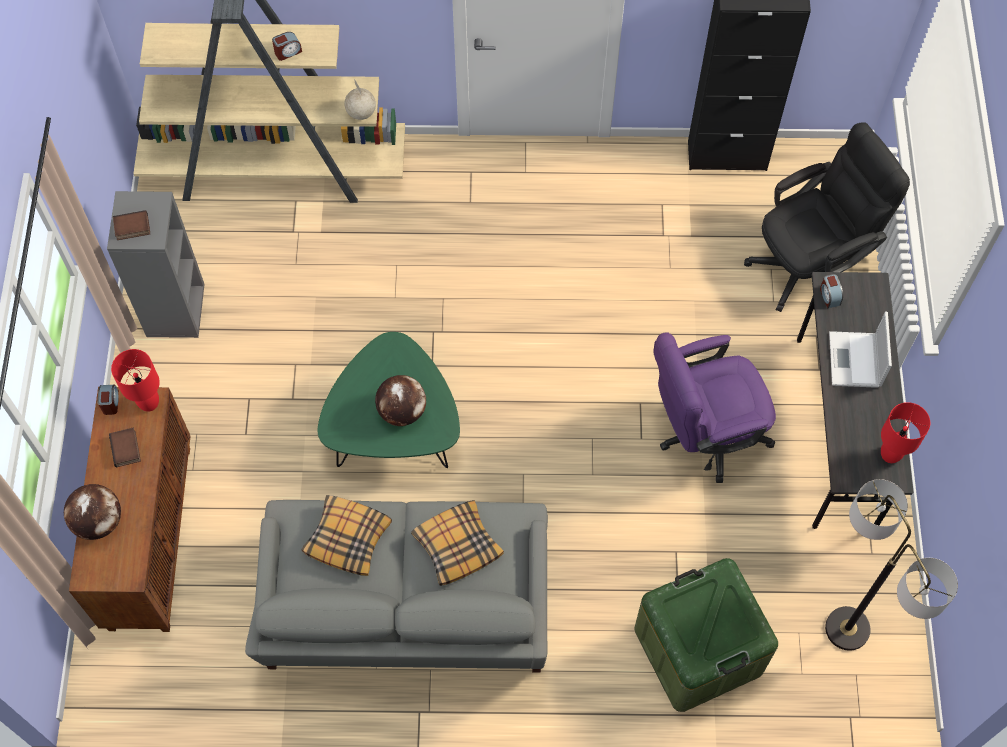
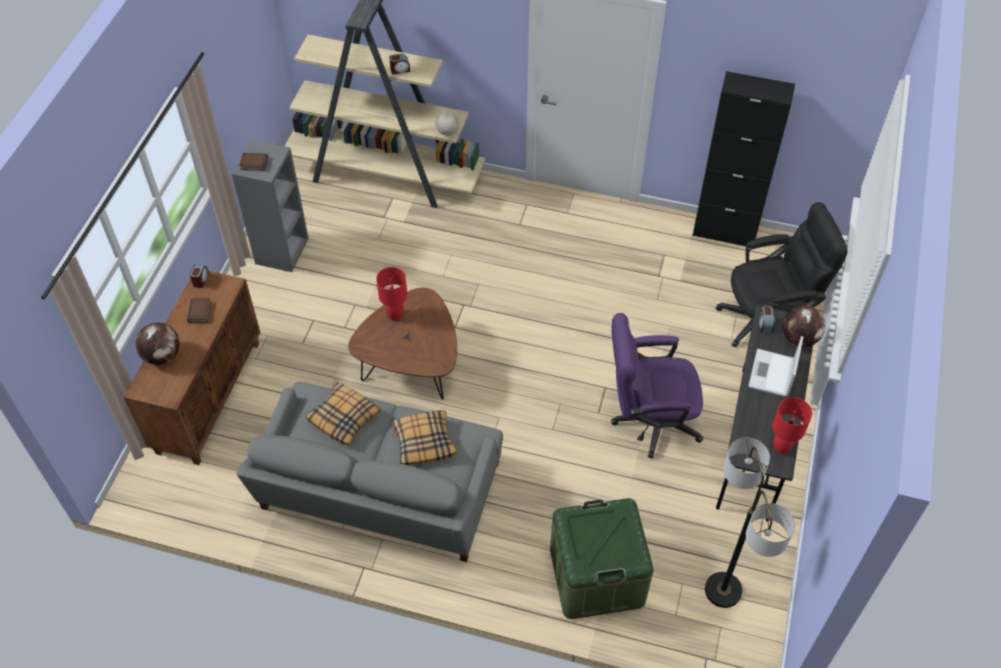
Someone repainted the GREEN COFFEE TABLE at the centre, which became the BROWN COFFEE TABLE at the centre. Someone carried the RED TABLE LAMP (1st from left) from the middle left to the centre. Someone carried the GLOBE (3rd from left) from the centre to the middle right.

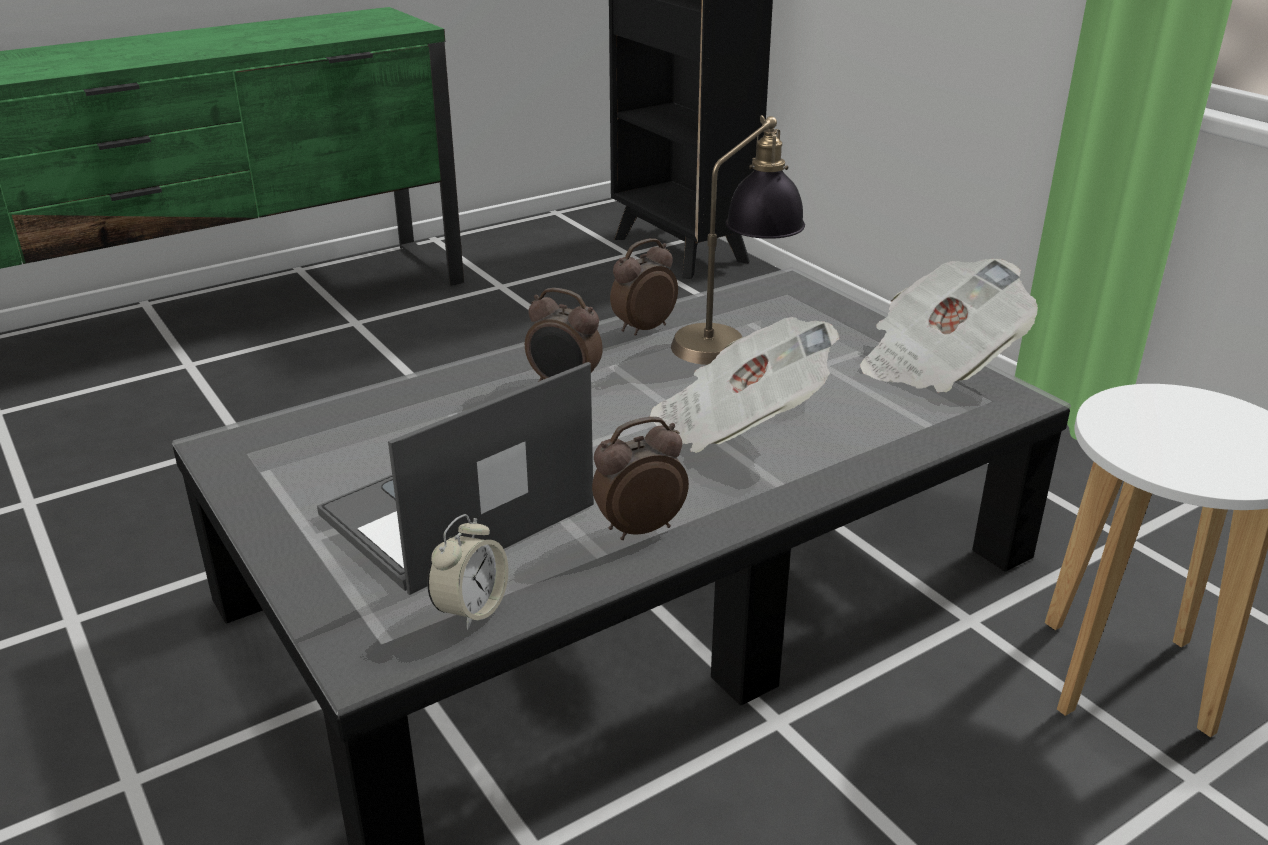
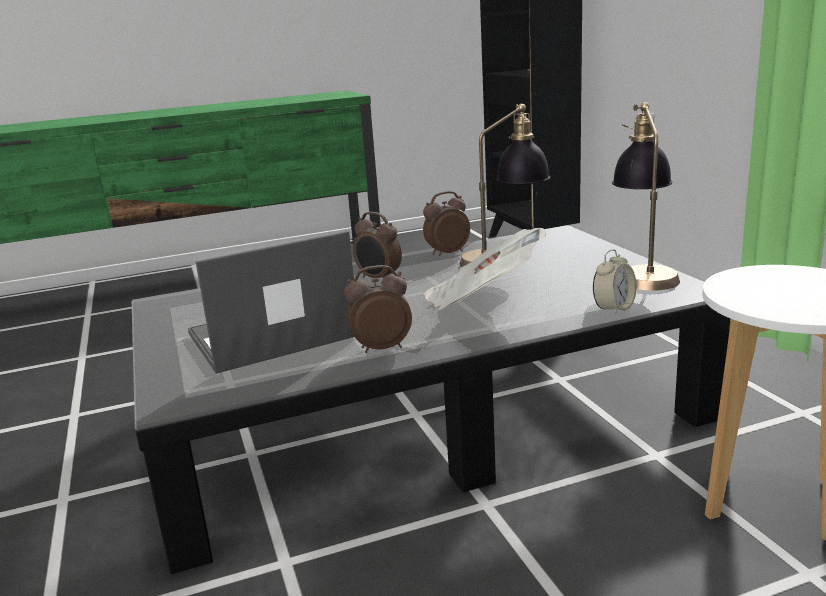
Someone swapped the NEWSPAPER (2nd from left) at the middle right for the TABLE LAMP (2nd from left) at the top right. Someone carried the ALARM CLOCK (1st from left in the first image) from the bottom centre to the middle right.

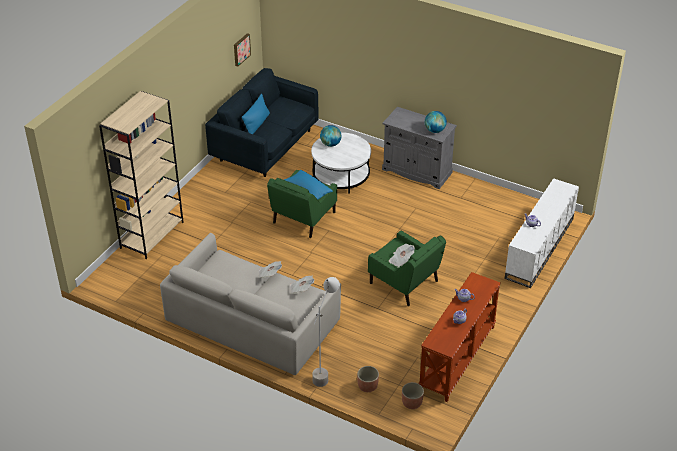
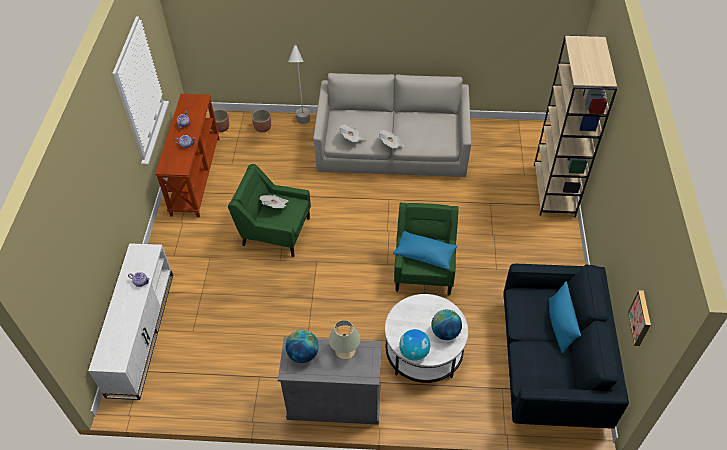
Someone put down the BEIGE TABLE LAMP at the bottom centre. Someone put down the GLOBE (2nd from left) at the bottom centre.

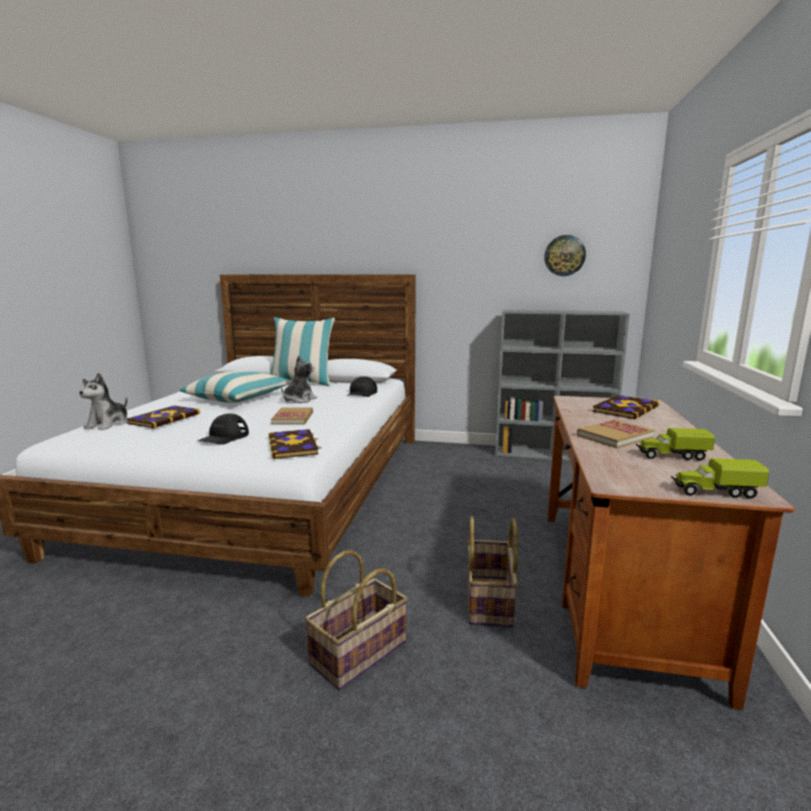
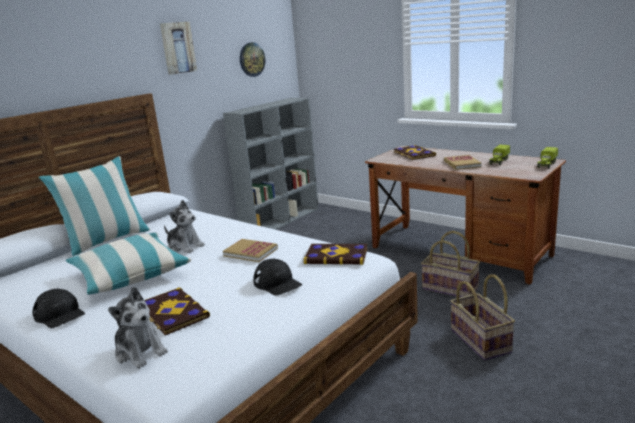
Someone rotated the PLUSH TOY (2nd from left) at the centre by 150 degrees clockwise. Someone carried the BLACK CAP (2nd from left in the first image) from the centre to the bottom left. Someone put up the PICTURE at the top left.

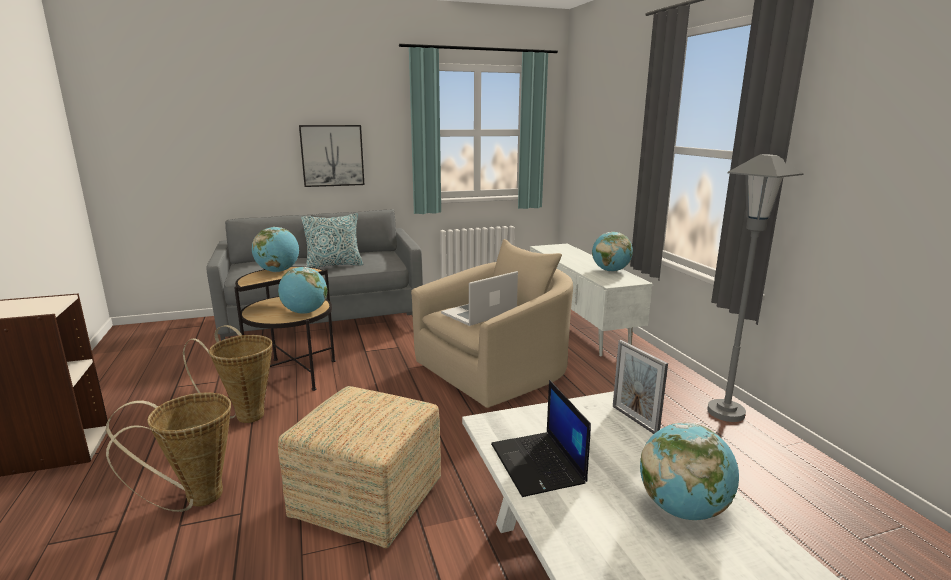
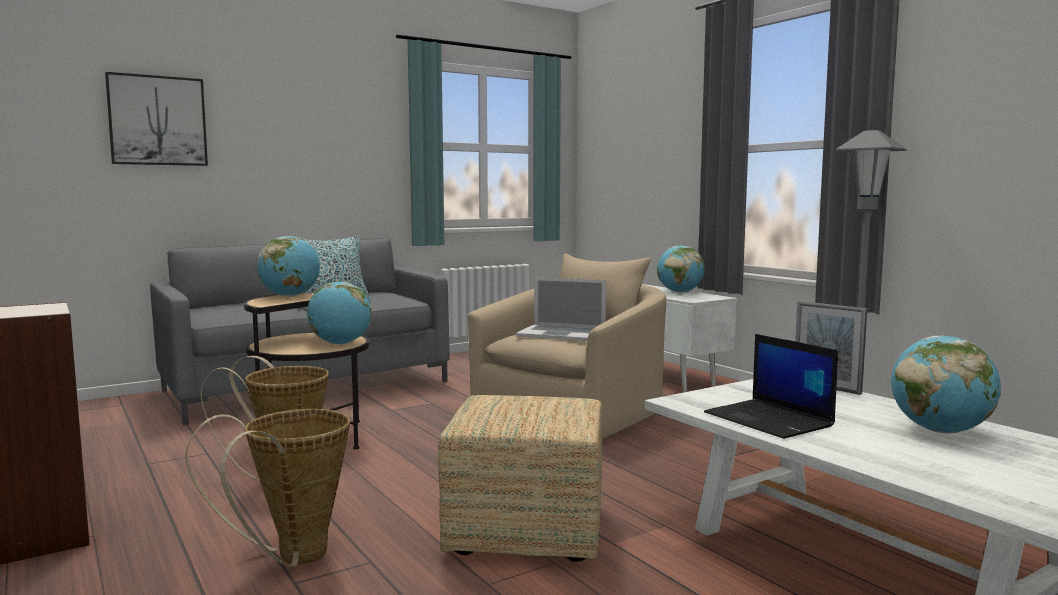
Someone carried the PICTURE from the top centre to the top left. Someone rotated the LAPTOP (1st from left) at the centre by 105 degrees counterclockwise.

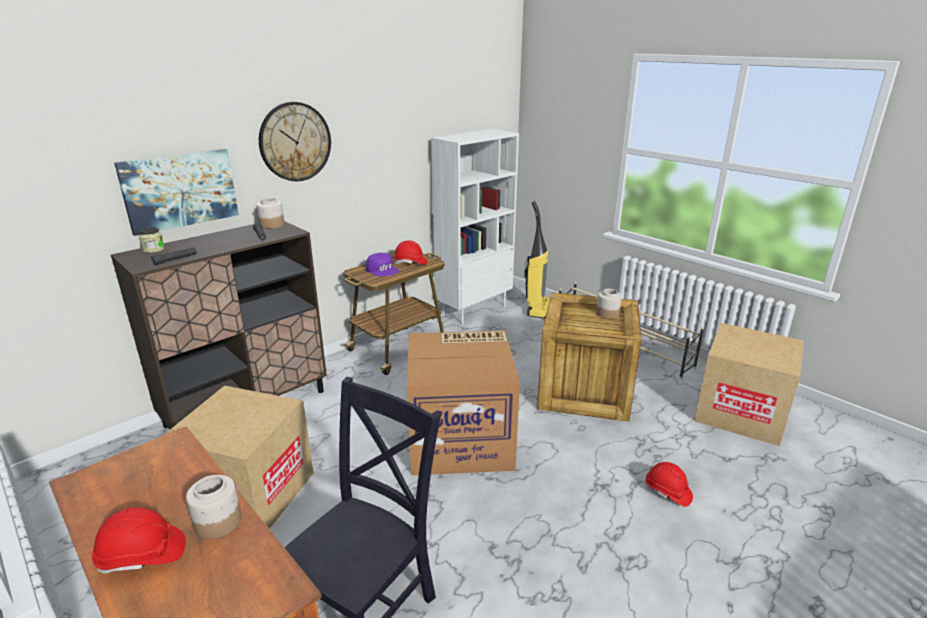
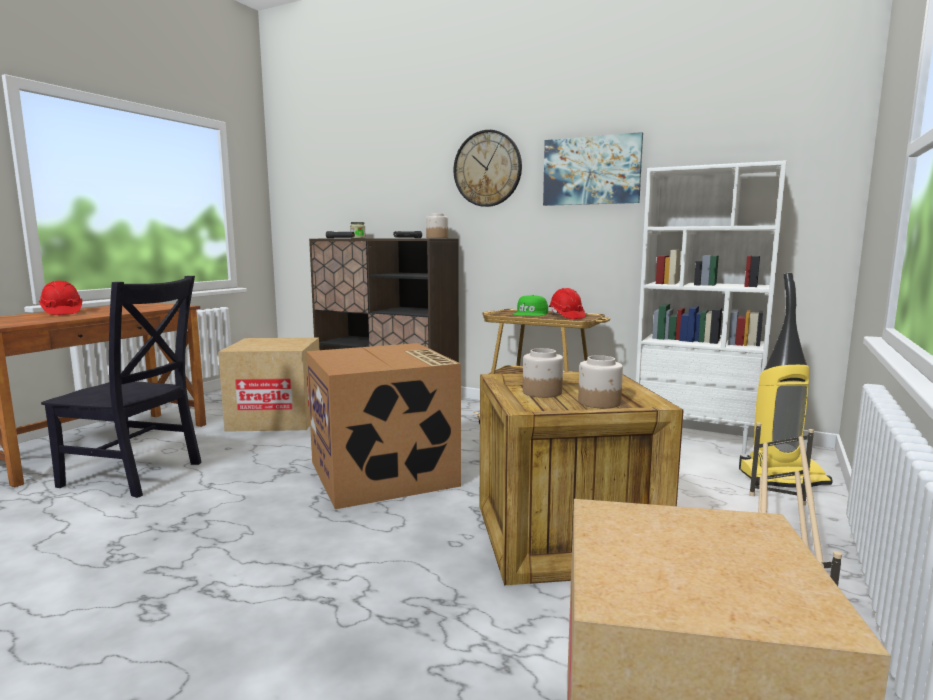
Someone carried the PICTURE from the top left to the top centre. Someone repainted the PURPLE CAP at the centre, which became the GREEN CAP at the centre. Someone took away the RED HARD HAT (3rd from left) at the bottom right. Someone carried the JAR (2nd from left in the first image) from the bottom left to the centre.

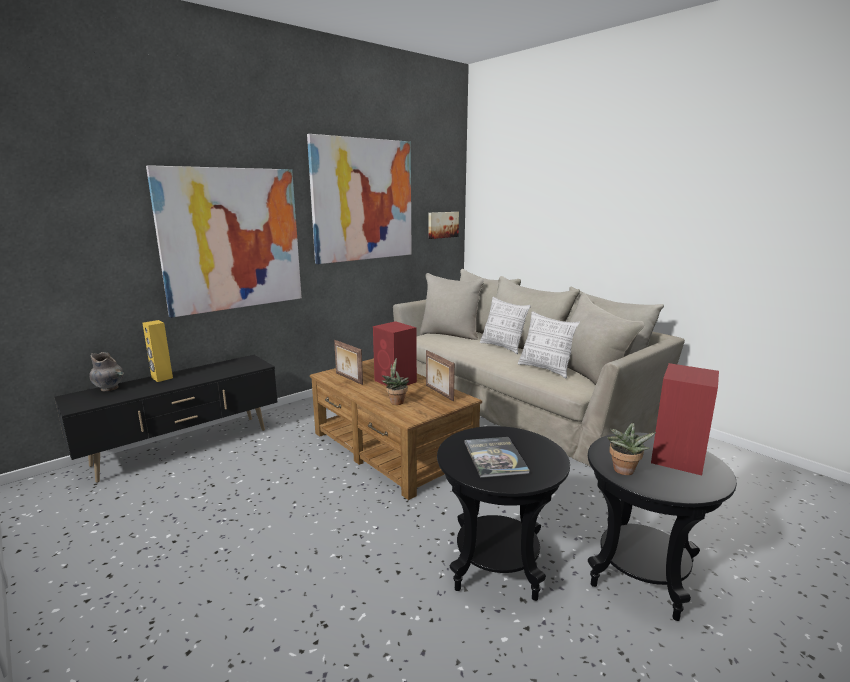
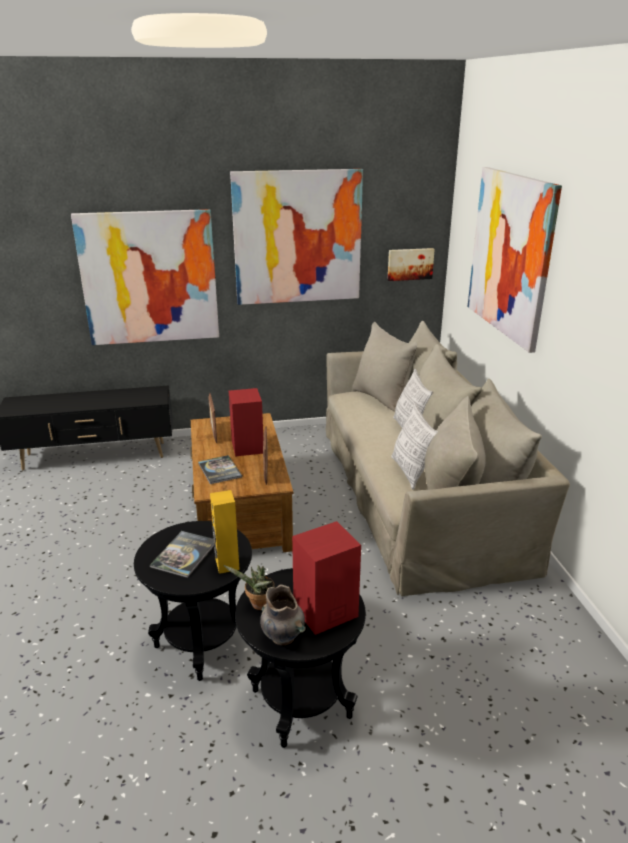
Someone carried the YELLOW SPEAKER from the middle left to the centre. Someone carried the GREY VASE from the middle left to the bottom centre. Someone swapped the POTTED PLANT (1st from left) at the centre for the BOOK (2nd from left) at the centre. Someone put up the PICTURE (4th from left) at the top right.

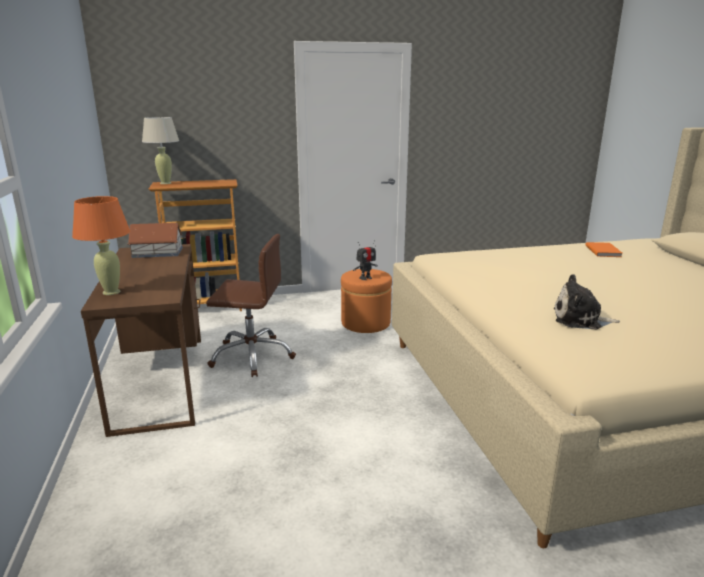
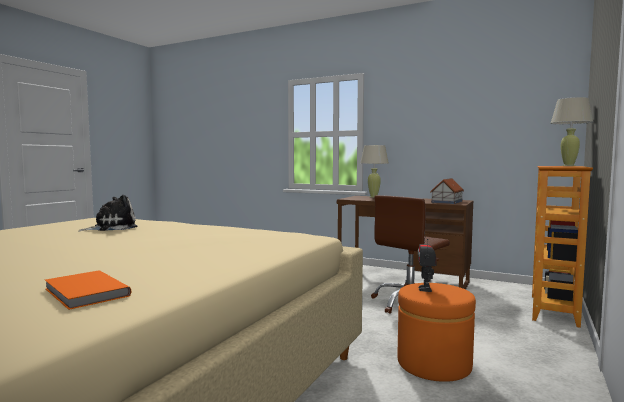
Someone repainted the ORANGE TABLE LAMP at the middle left, which became the BEIGE TABLE LAMP (1st from left) at the centre.

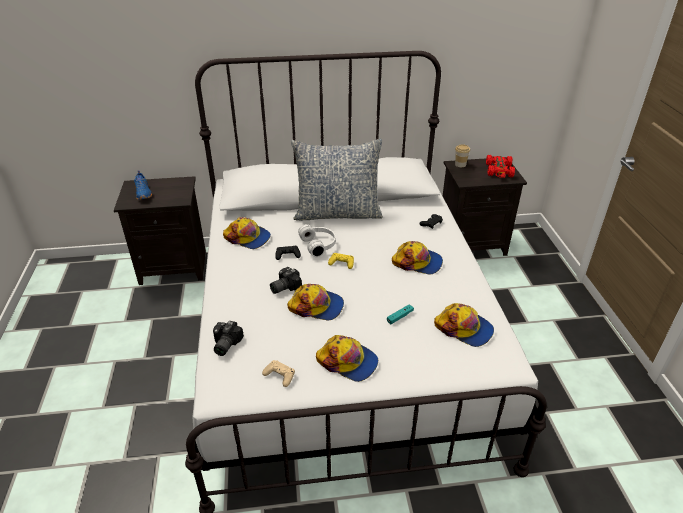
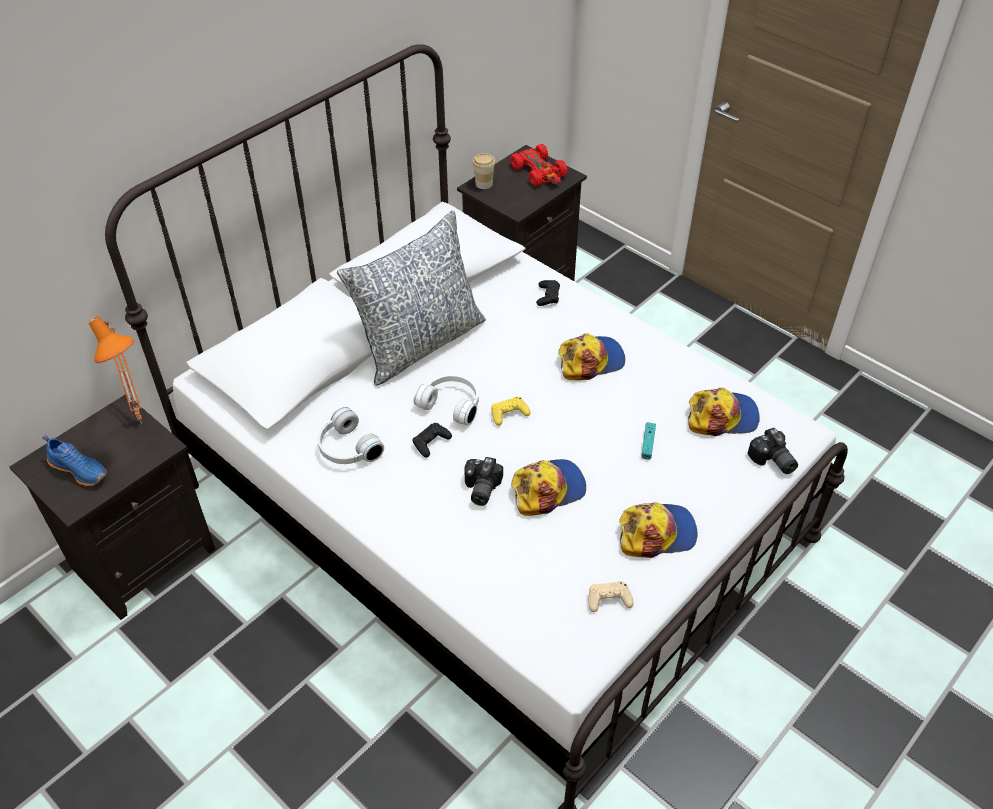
Someone swapped the CAP (1st from left) at the centre for the WHITE HEADPHONES (1st from left) at the centre. Someone carried the PHOTO CAMERA (1st from left in the first image) from the centre to the middle right. Someone put down the ORANGE TABLE LAMP at the middle left.

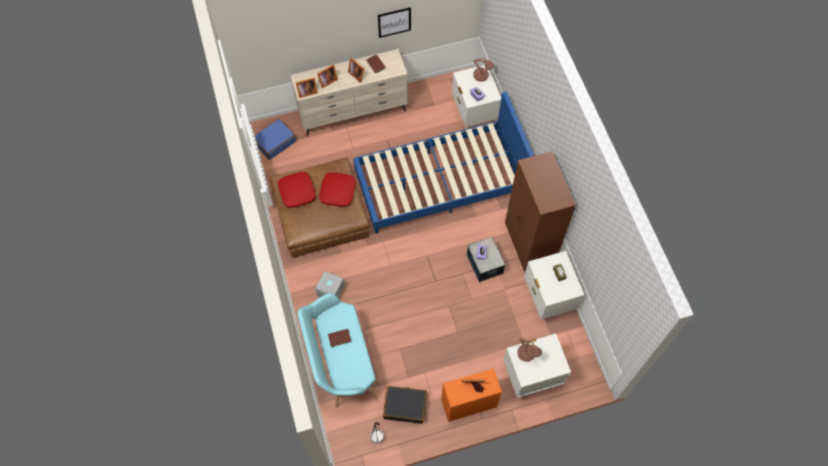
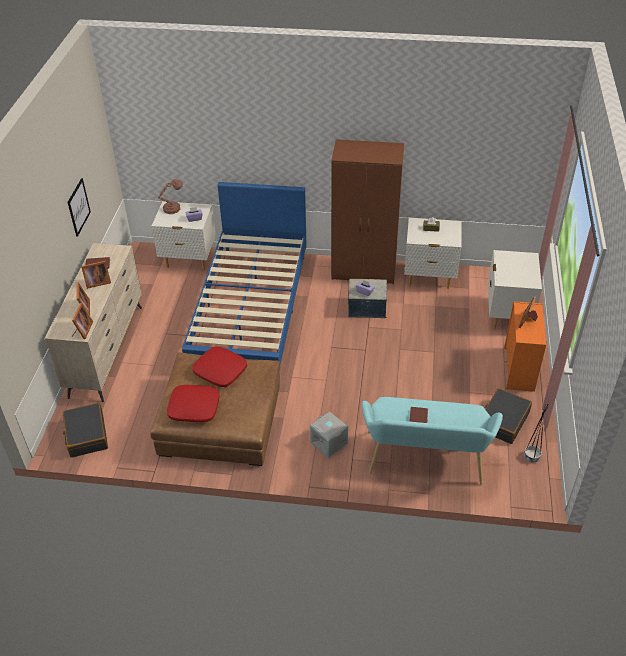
Someone repainted the BLUE SUITCASE at the top left, which became the BLACK SUITCASE (1st from left) at the middle left. Someone took away the BROWN TABLE LAMP (2nd from left) at the bottom centre.

